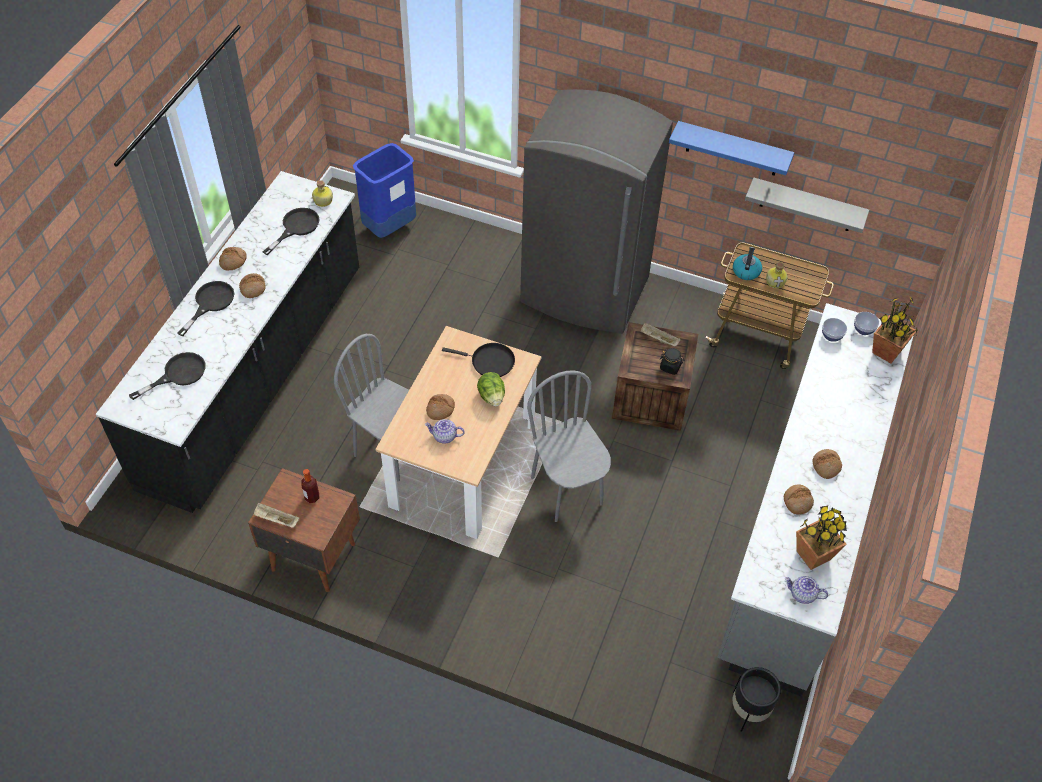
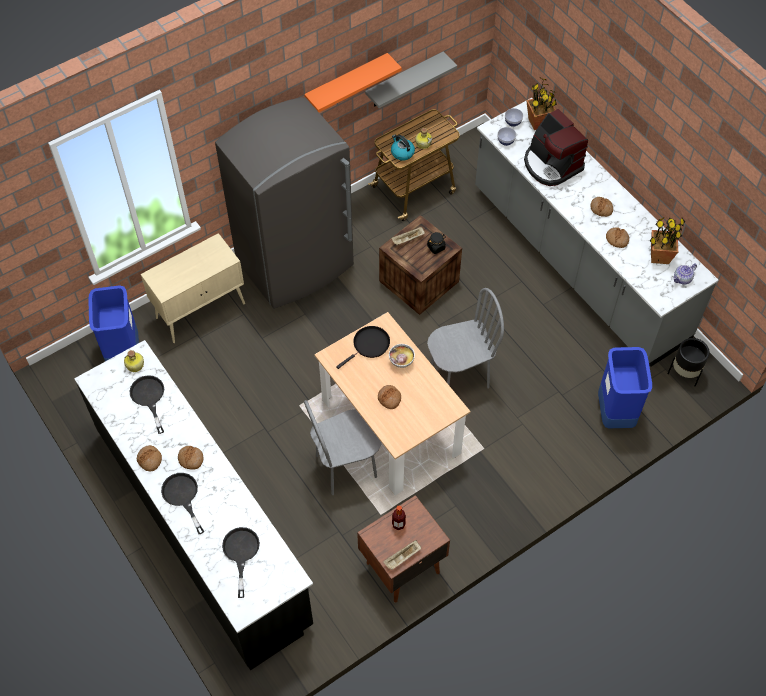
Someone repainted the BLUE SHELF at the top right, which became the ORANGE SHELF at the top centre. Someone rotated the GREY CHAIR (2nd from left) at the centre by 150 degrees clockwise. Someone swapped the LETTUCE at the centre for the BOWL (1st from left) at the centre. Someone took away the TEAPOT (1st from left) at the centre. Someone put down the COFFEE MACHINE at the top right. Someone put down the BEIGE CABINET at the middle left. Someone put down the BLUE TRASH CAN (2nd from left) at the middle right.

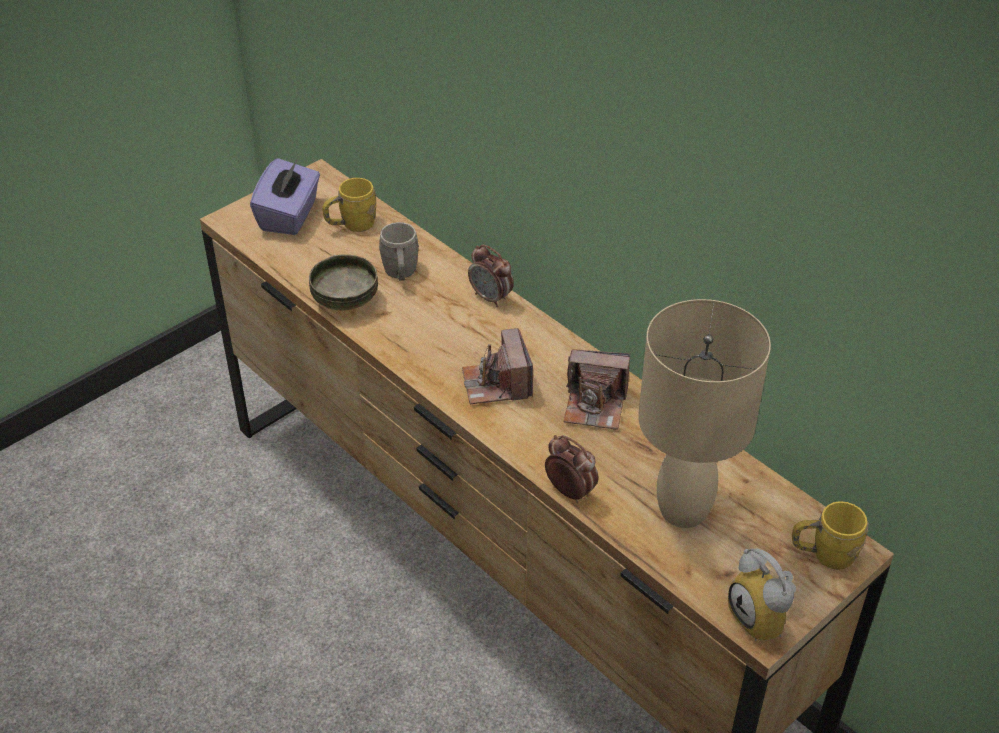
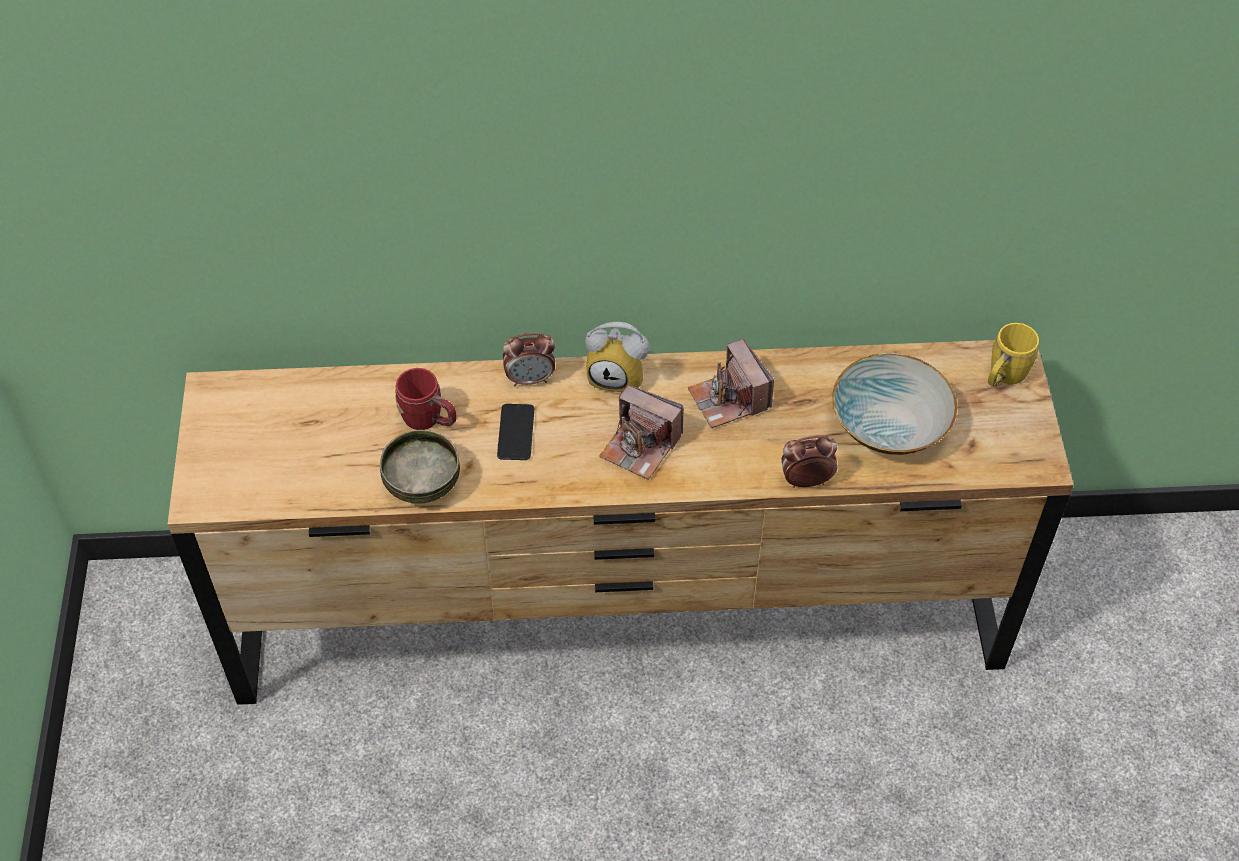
Someone took away the PURPLE TISSUE BOX at the top left. Someone took away the YELLOW MUG (1st from left) at the top centre. Someone repainted the GREY MUG at the centre, which became the RED MUG at the centre. Someone swapped the BEIGE TABLE LAMP at the middle right for the BOWL (2nd from left) at the middle right. Someone rotated the PHOTO CAMERA (2nd from left) at the centre by 105 degrees clockwise. Someone carried the ALARM CLOCK (3rd from left in the first image) from the bottom right to the centre. Someone put down the PHONE at the centre.

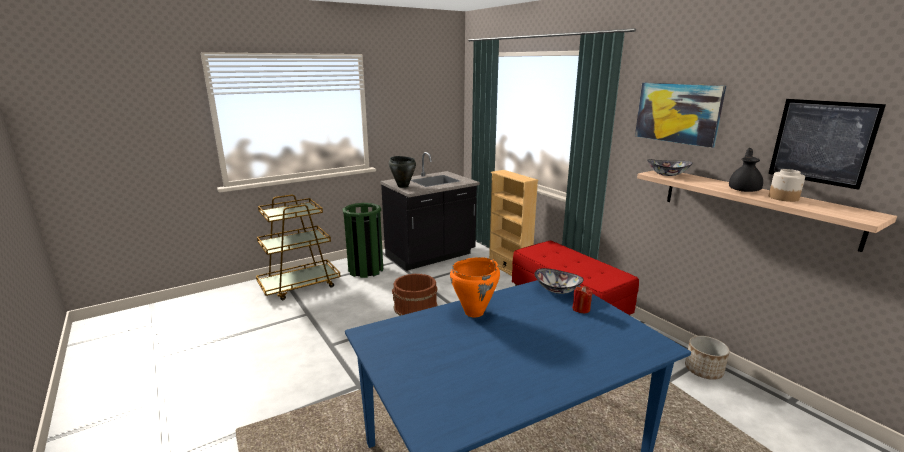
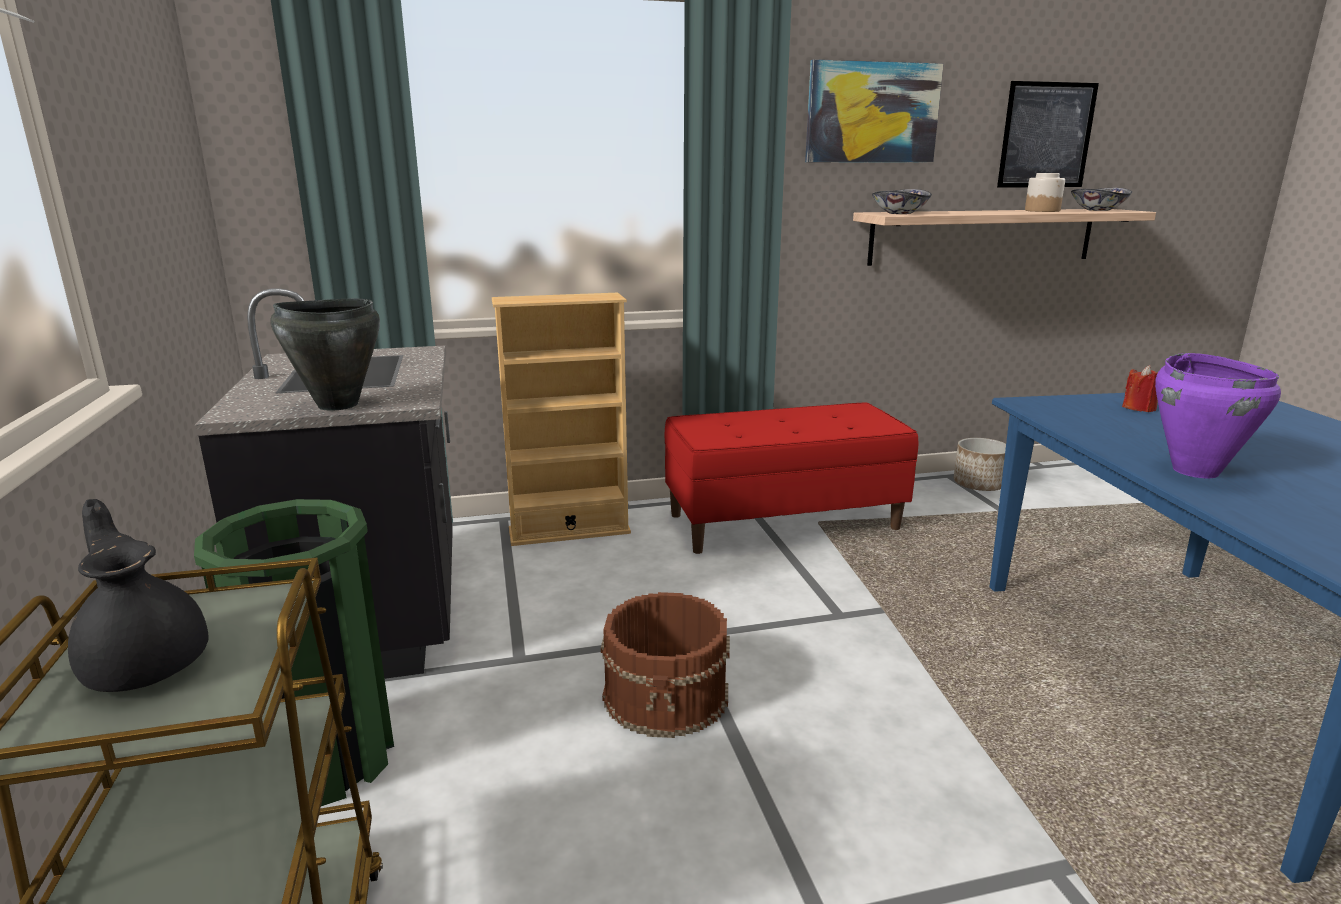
Someone carried the BLACK TEAPOT from the middle right to the middle left. Someone repainted the ORANGE COOKING POT at the centre, which became the PURPLE COOKING POT at the middle right. Someone carried the BOWL (1st from left in the first image) from the centre to the top right.

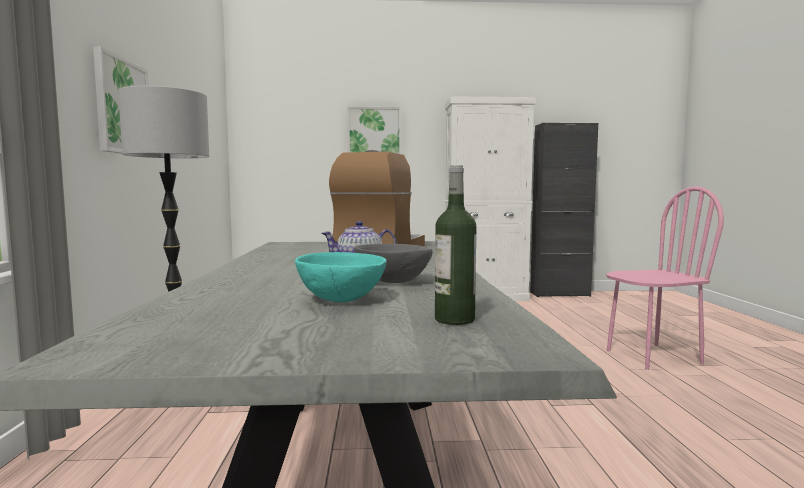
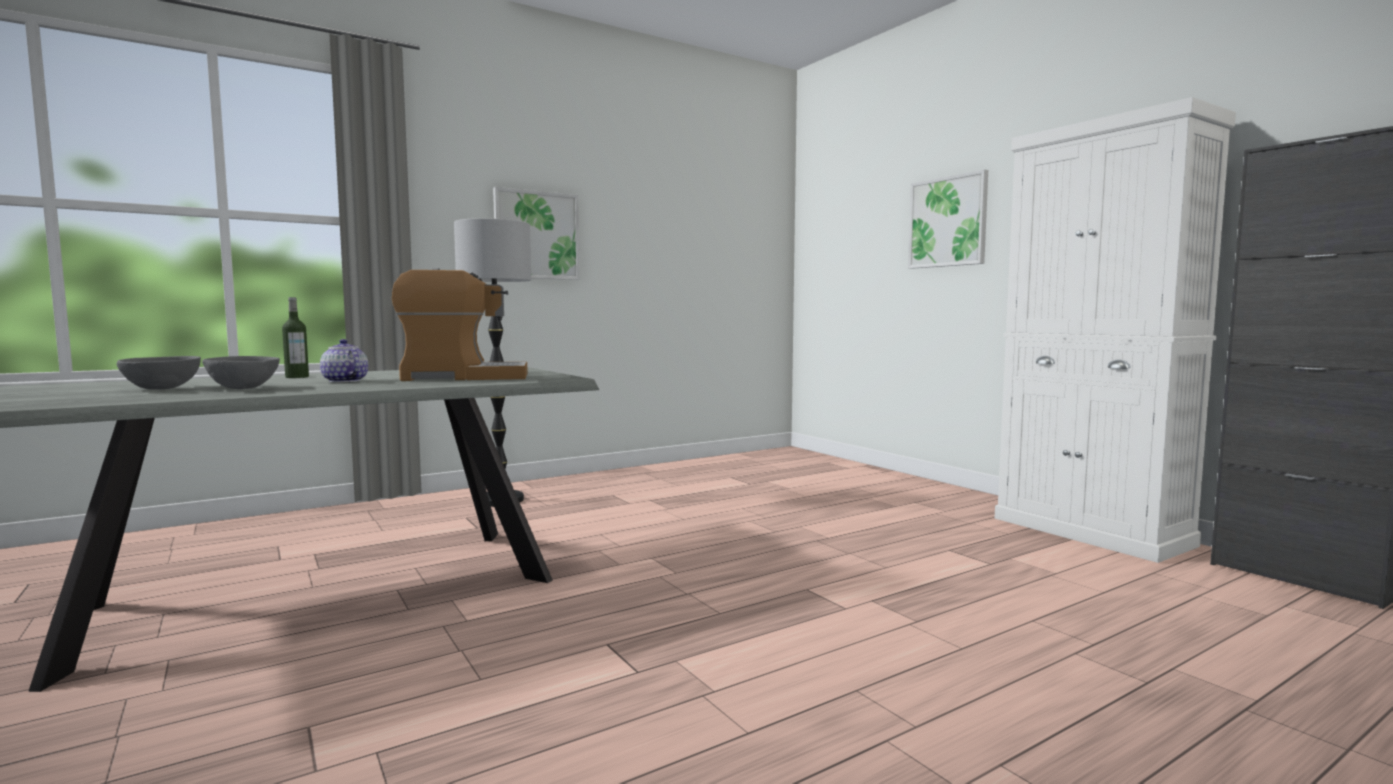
Someone carried the BOTTLE from the centre to the middle left. Someone took away the PINK CHAIR at the middle right. Someone repainted the TURQUOISE BOWL at the centre, which became the GREY BOWL (1st from left) at the middle left.

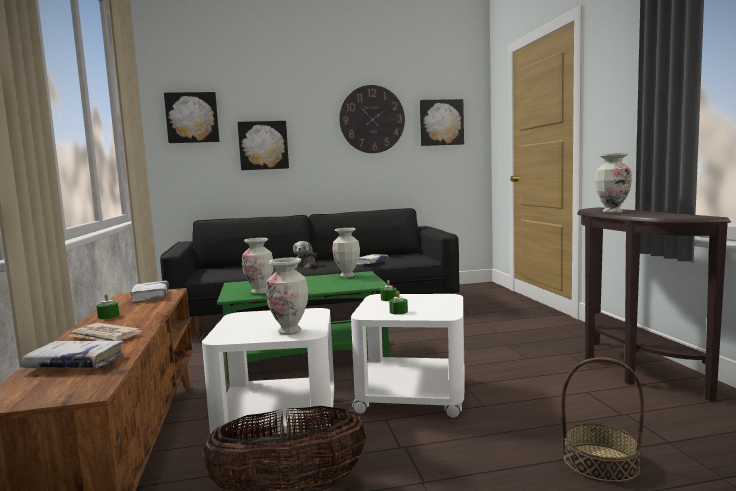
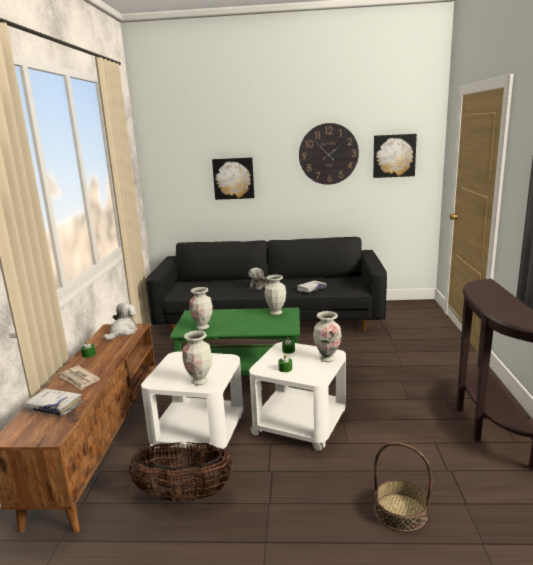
Someone took away the PICTURE (1st from left) at the top left. Someone carried the VASE (4th from left) from the middle right to the centre. Someone swapped the WHITE BOOK (2nd from left) at the middle left for the PLUSH TOY (1st from left) at the middle left.

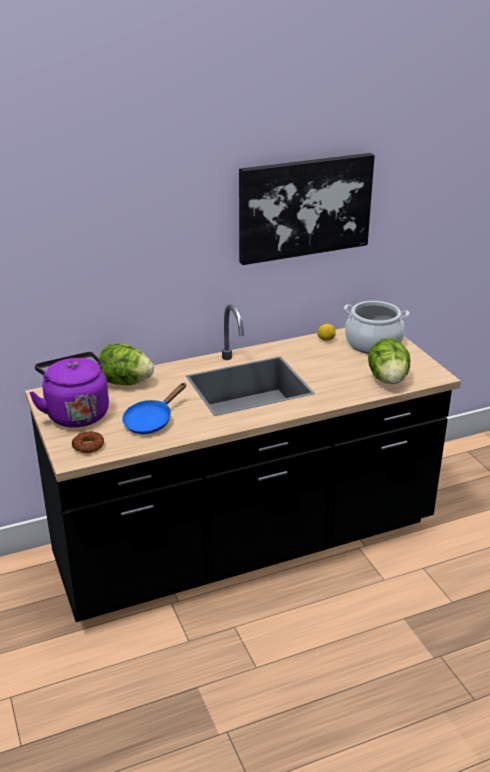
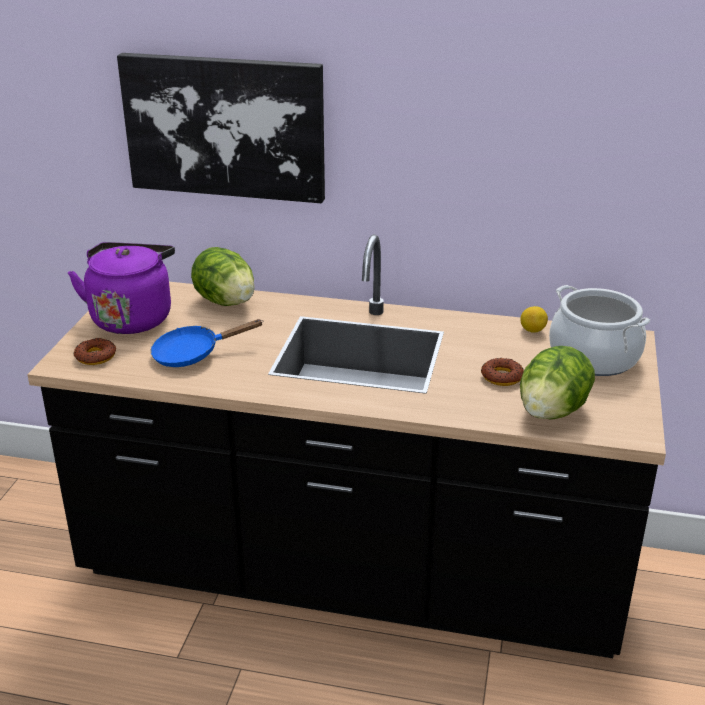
Someone carried the PICTURE from the top centre to the top left. Someone put down the DONUT (2nd from left) at the middle right.

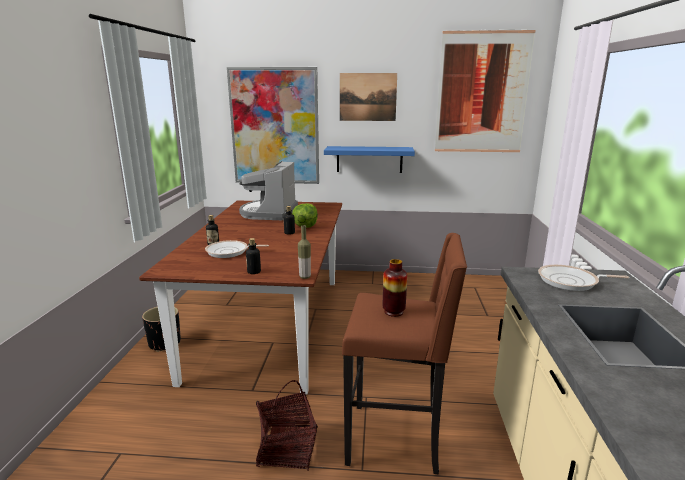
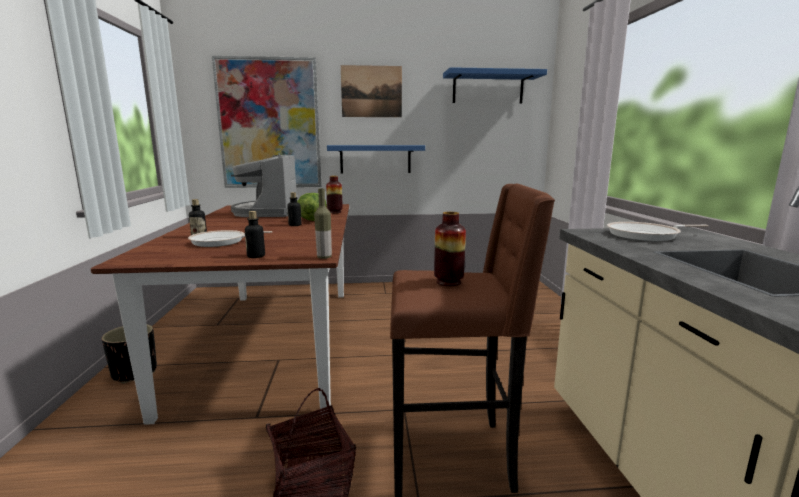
Someone swapped the PICTURE (3rd from left) at the top right for the BLUE SHELF (2nd from left) at the top centre. Someone put down the VASE (1st from left) at the centre.

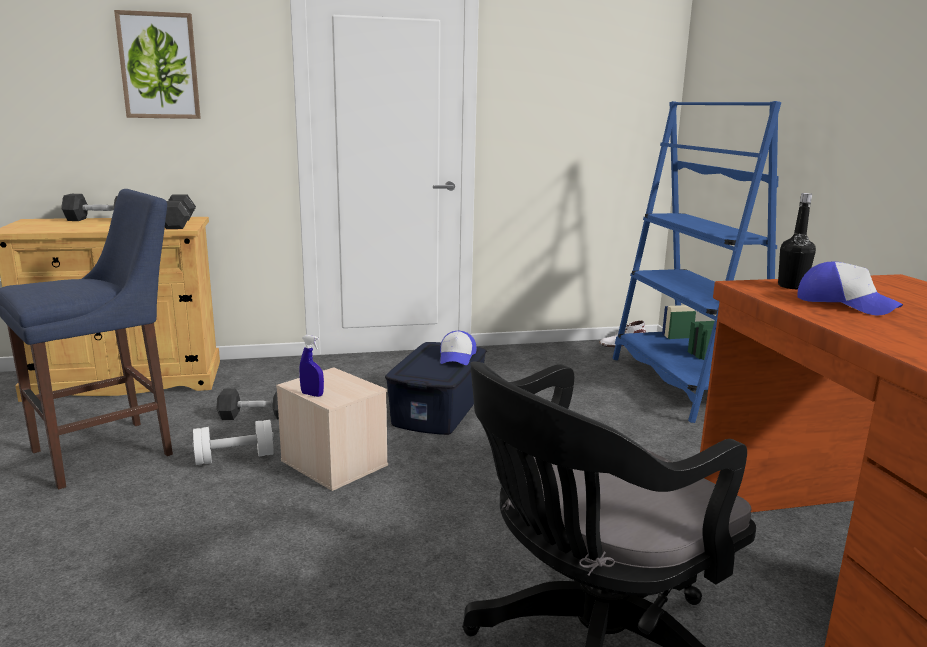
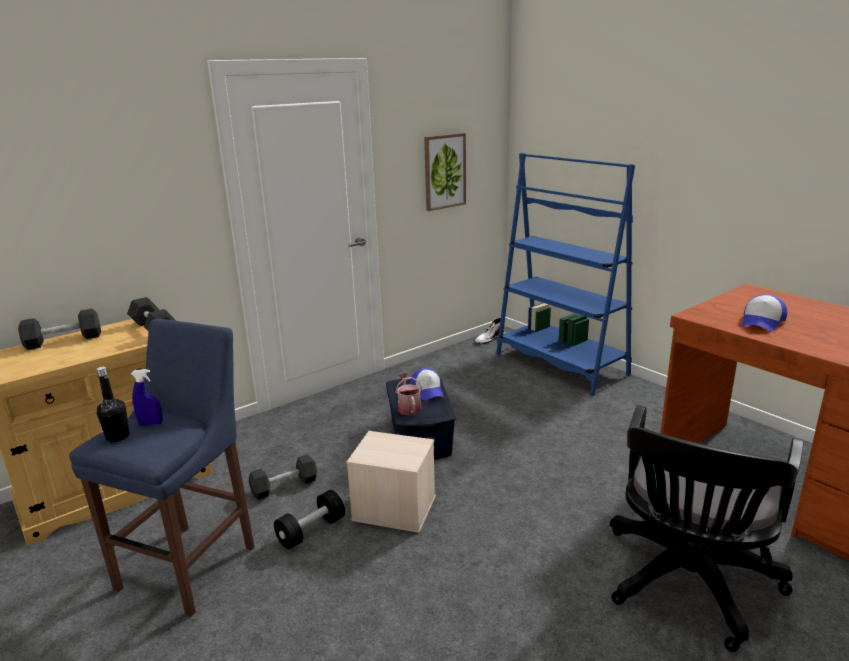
Someone carried the PICTURE from the top left to the top centre. Someone carried the BLACK BOTTLE from the middle right to the middle left. Someone rotated the CAP (2nd from left) at the middle right by 105 degrees clockwise. Someone carried the BLUE SPRAY BOTTLE from the centre to the middle left. Someone repainted the WHITE DUMBBELL at the bottom left, which became the BLACK DUMBBELL (4th from left) at the bottom centre. Someone put down the WATERING CAN at the centre.

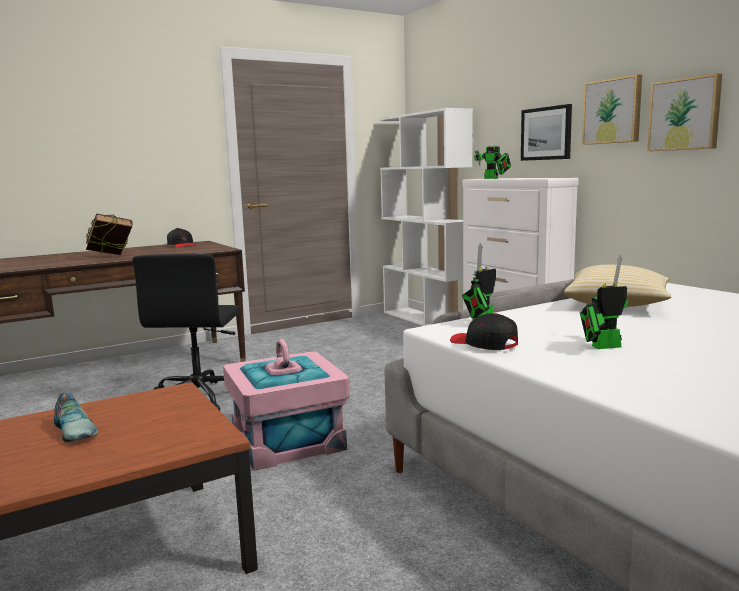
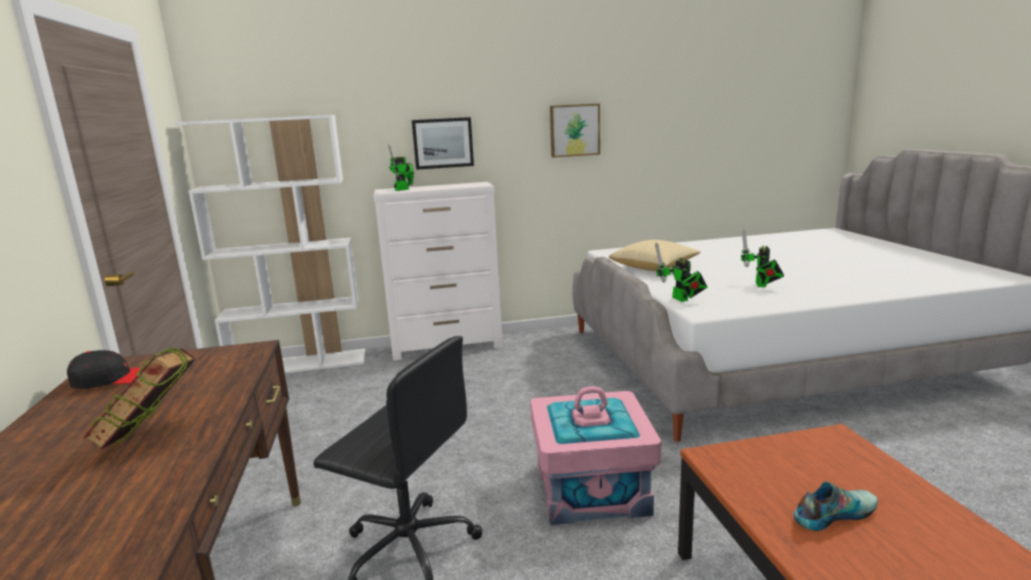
Someone took away the PICTURE (2nd from left) at the top right. Someone took away the BLACK CAP (2nd from left) at the centre.

